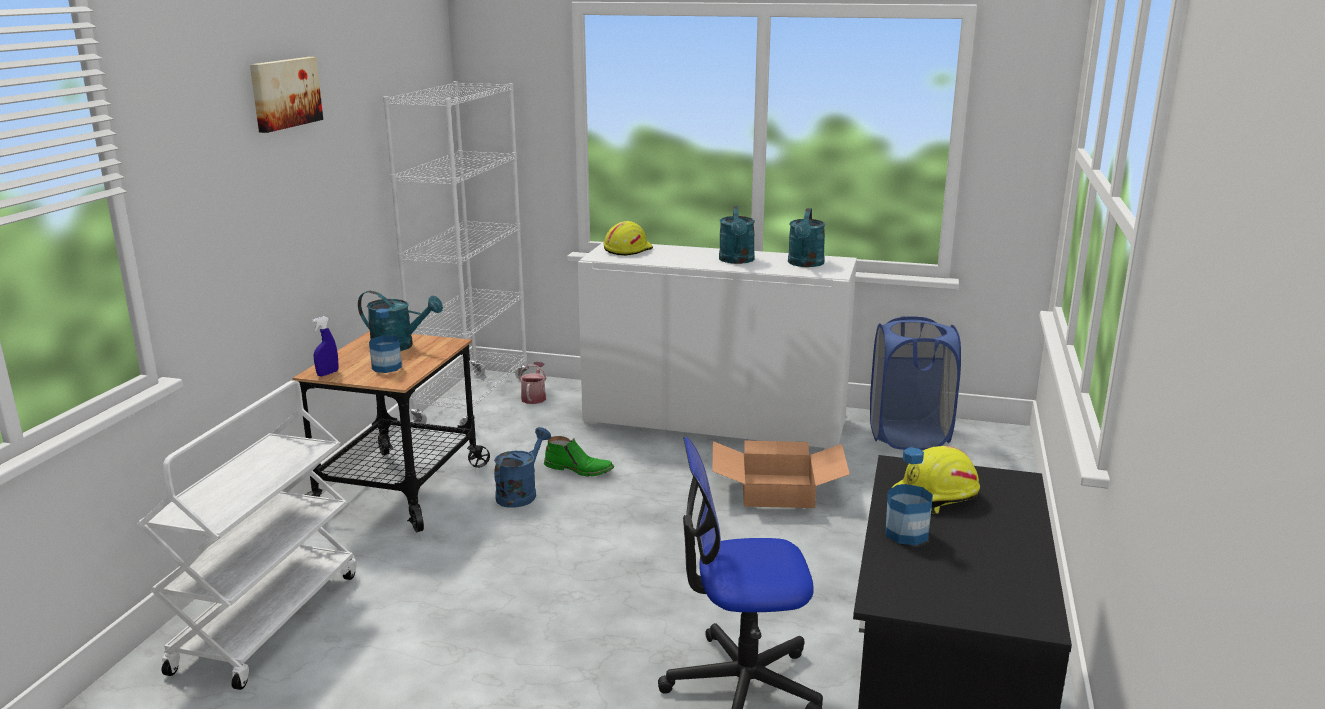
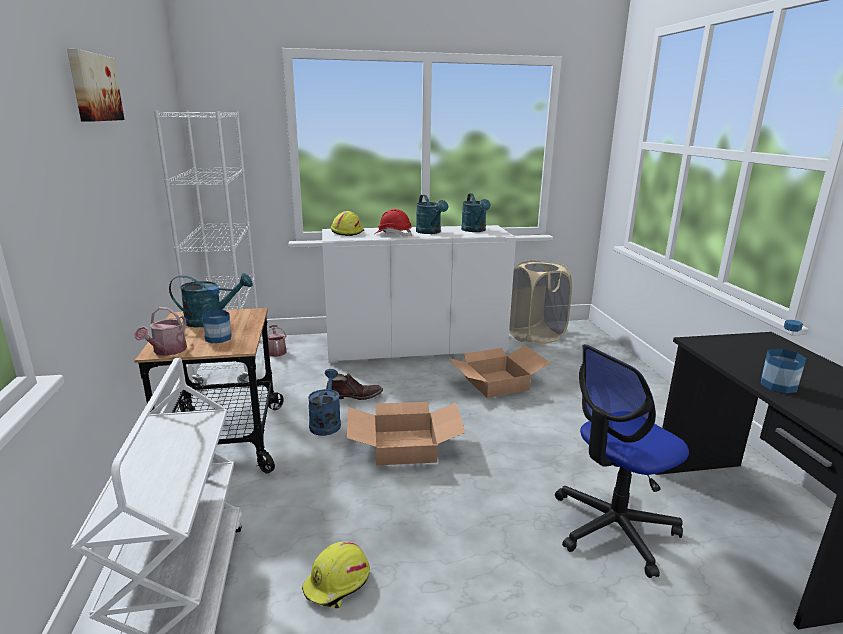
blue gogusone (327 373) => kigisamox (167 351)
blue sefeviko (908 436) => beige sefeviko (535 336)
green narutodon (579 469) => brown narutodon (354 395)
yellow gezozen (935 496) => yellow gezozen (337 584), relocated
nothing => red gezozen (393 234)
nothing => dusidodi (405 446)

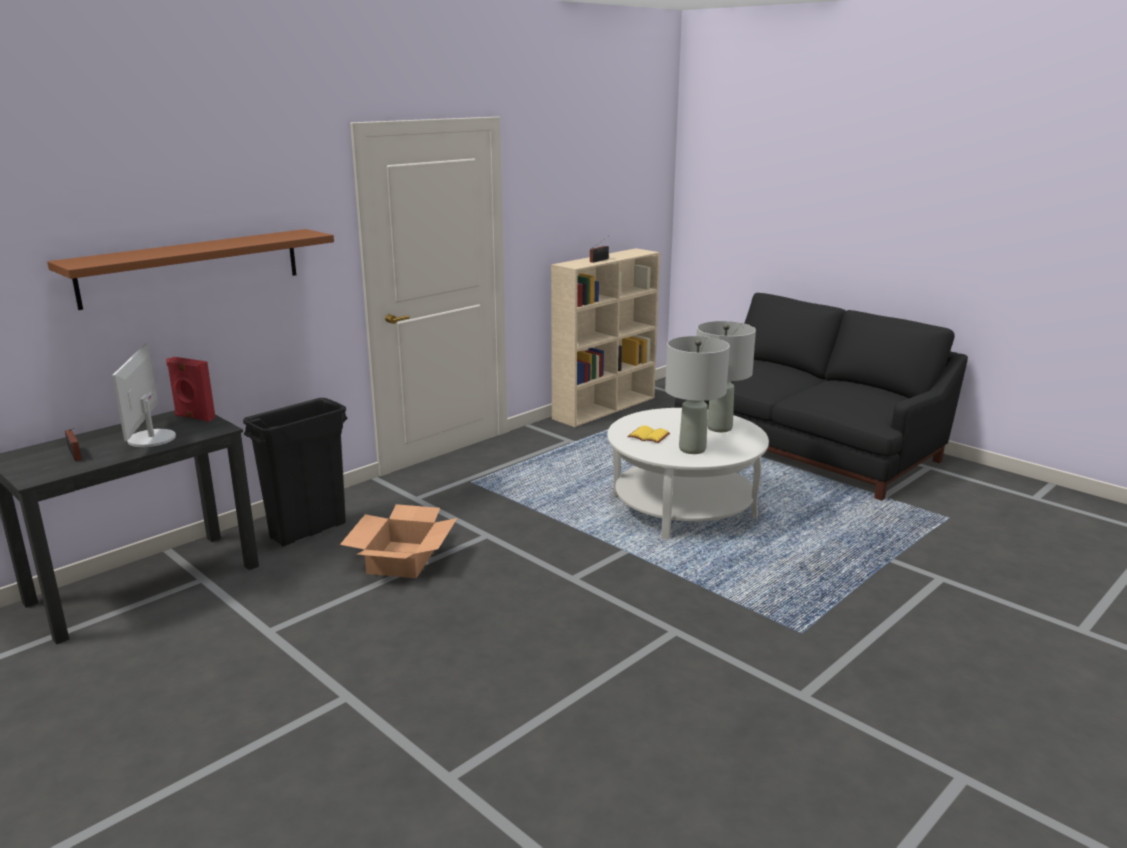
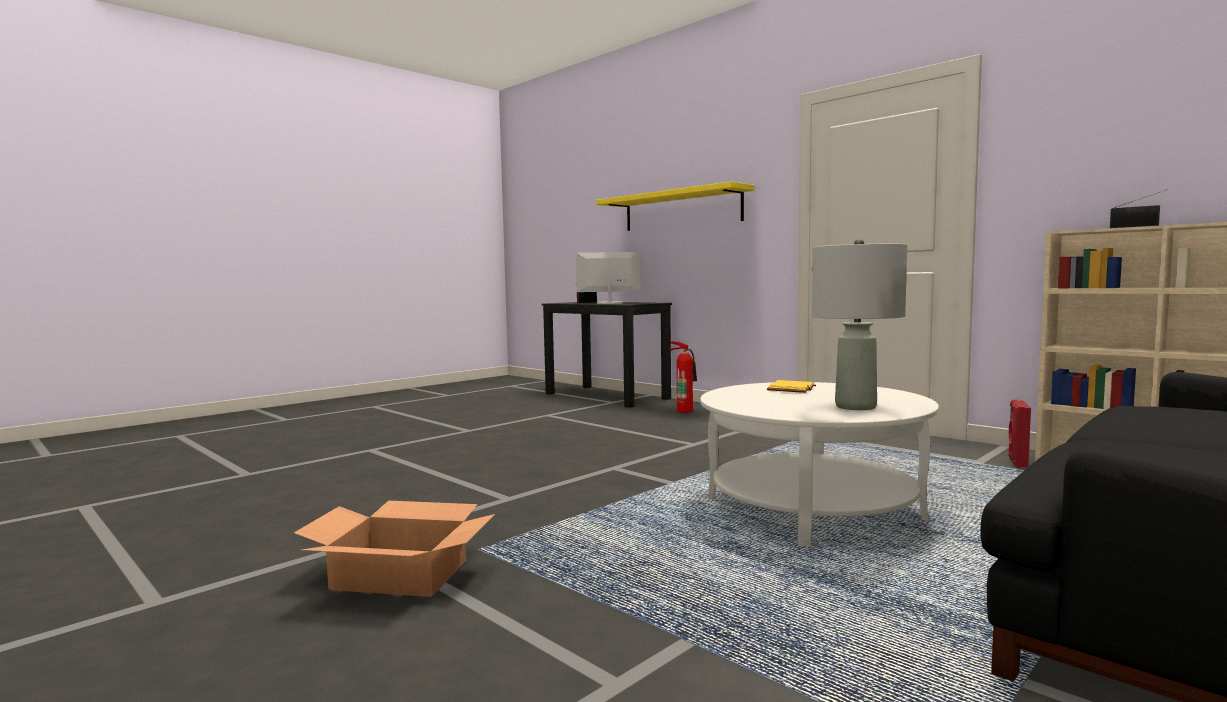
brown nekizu (192 267) => yellow nekizu (681 210)
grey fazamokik (692 449) => nothing
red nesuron (194 417) => red nesuron (1016 462), relocated
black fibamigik (309 530) => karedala (684 410)
dusidodi (402 559) => dusidodi (400 574), relocated

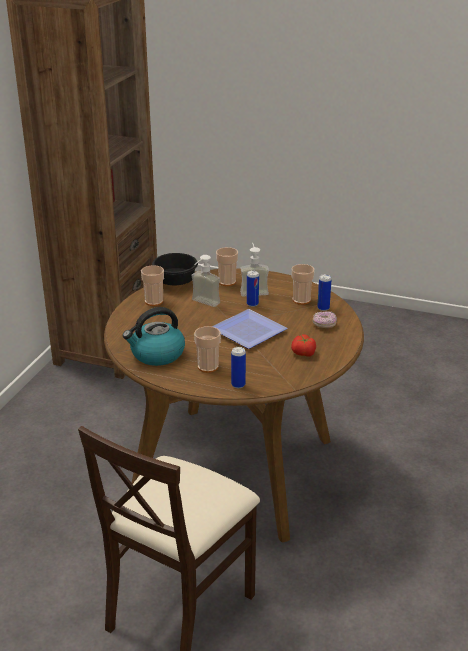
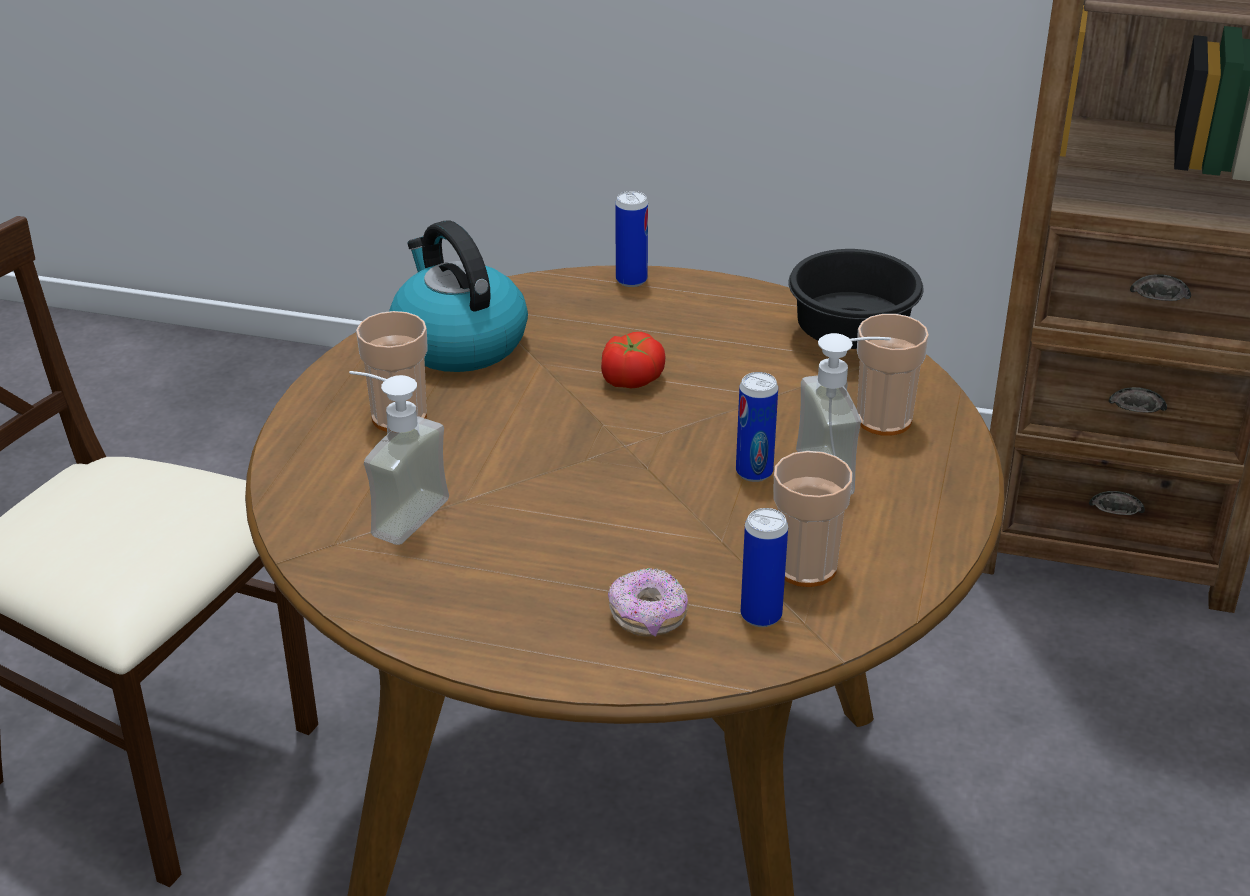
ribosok (202 304) => ribosok (395 512), relocated
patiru (154 301) => nothing
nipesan (248 330) => nothing
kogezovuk (303 353) => kogezovuk (630 379), relocated
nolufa (238 385) => nolufa (631 280), relocated

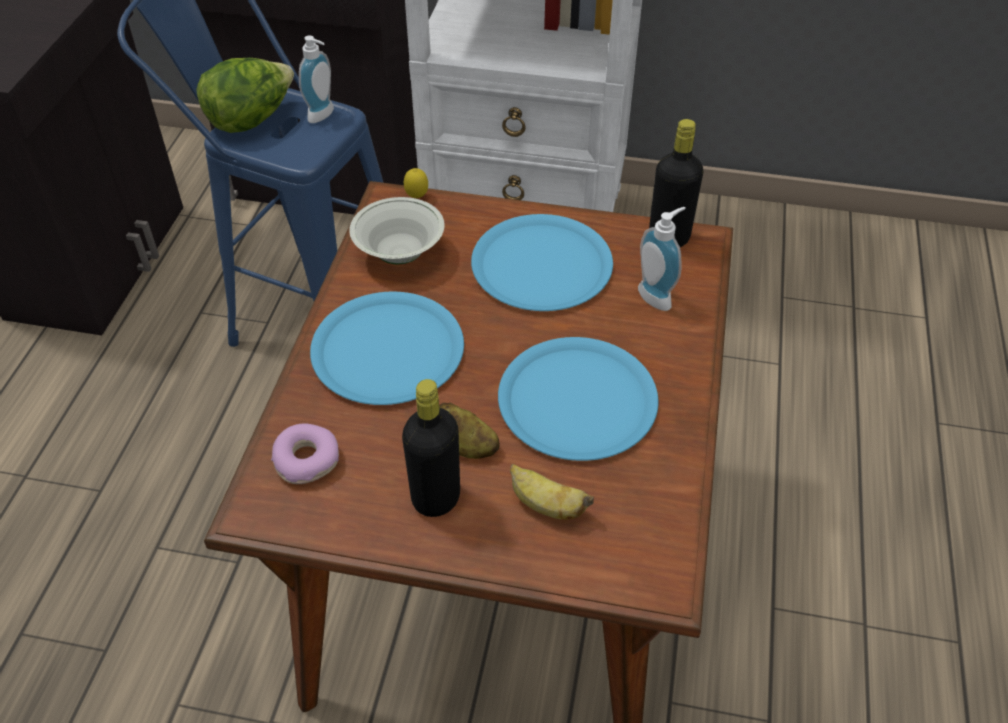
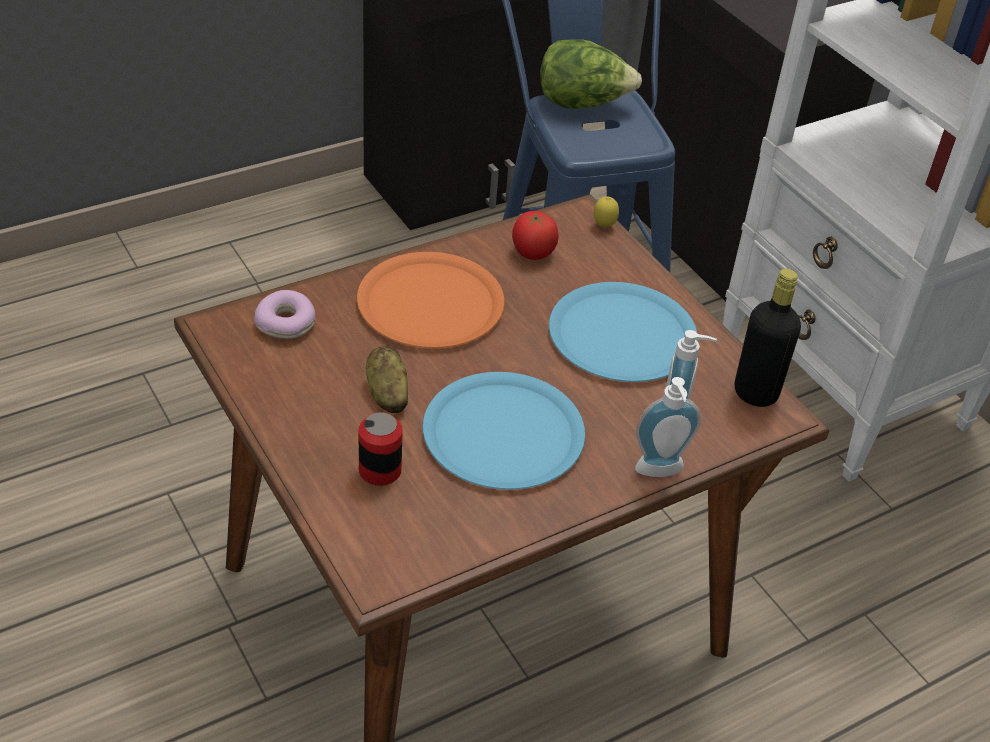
ribosok (324 116) => ribosok (660 472), relocated
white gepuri (400 254) => kogezovuk (532 253)
blue nipesan (387 349) => orange nipesan (430 303)
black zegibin (436 498) => nothing
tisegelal (546 505) => nolufa (380 471)

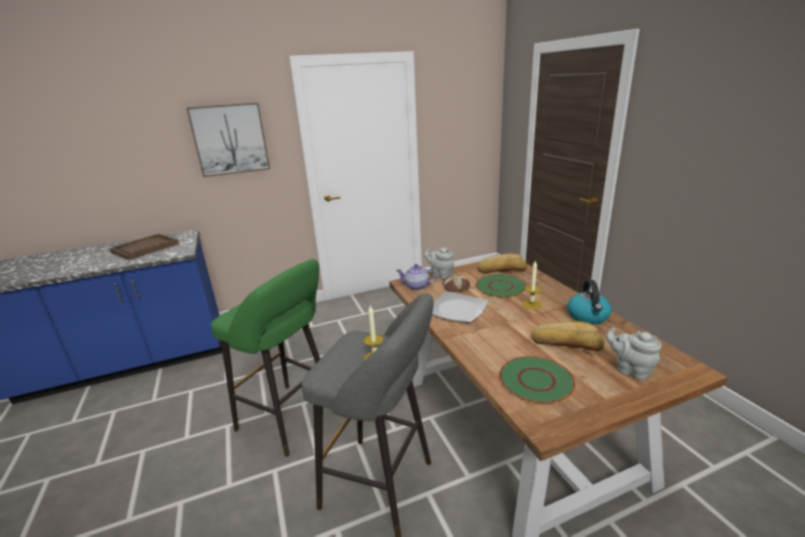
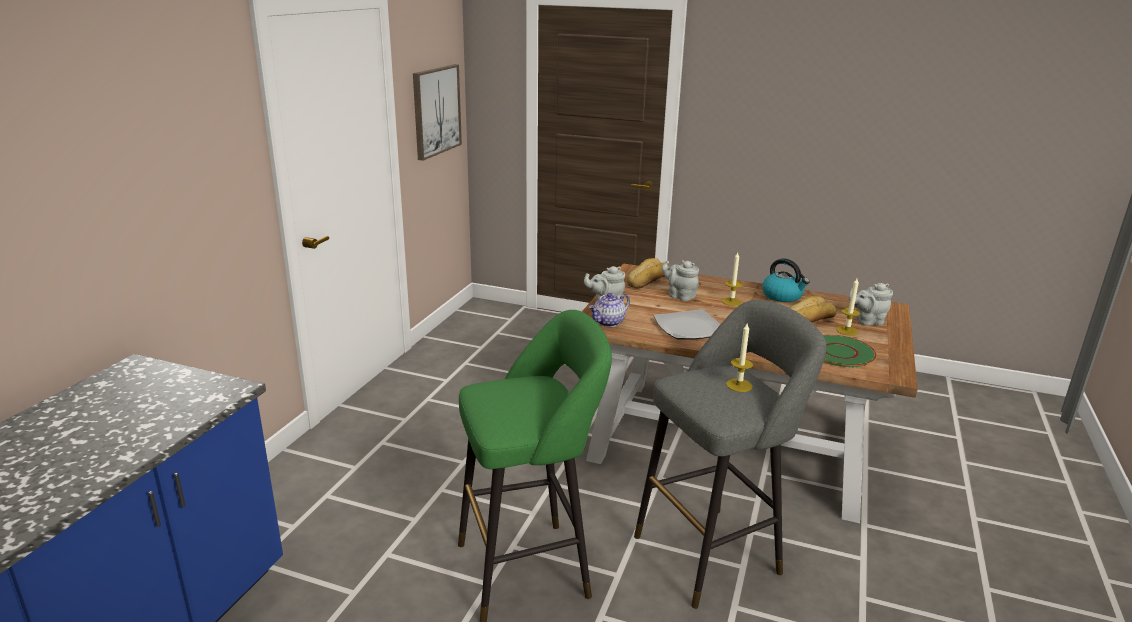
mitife (230 139) => mitife (436 111), relocated
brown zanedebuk (145 248) => nothing
green nipesan (500 287) => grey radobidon (680 296)
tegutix (456 287) => nothing
nothing => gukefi (847 330)

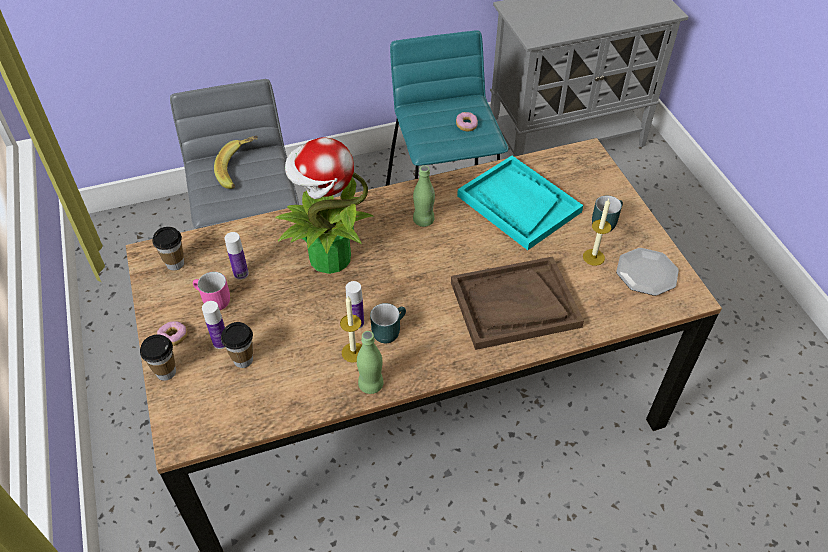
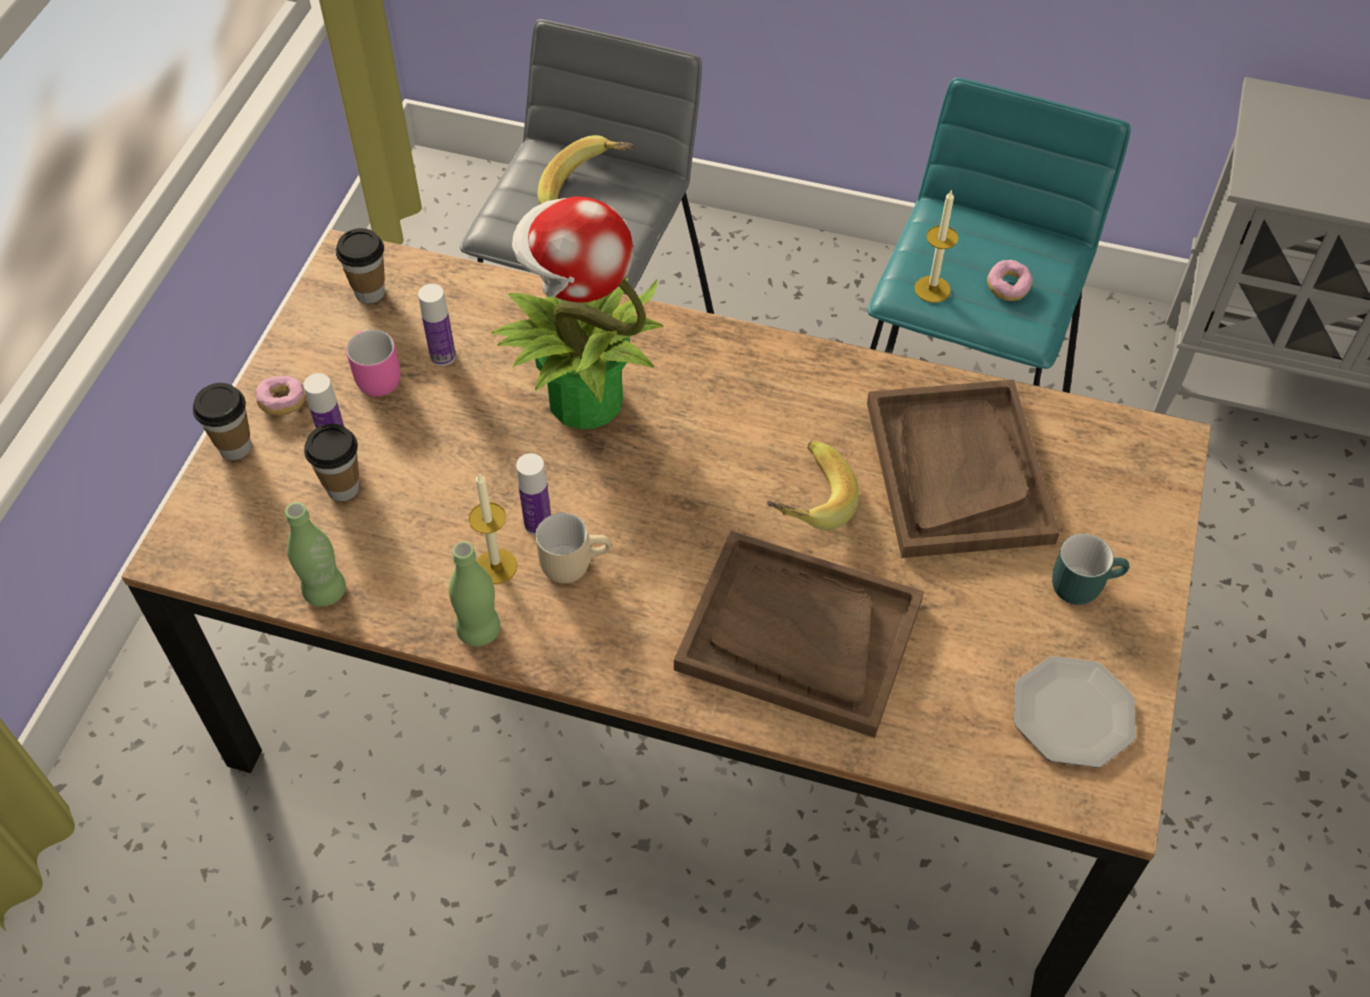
turquoise zanedebuk (518 204) => brown zanedebuk (957 471)
green zegibin (423 221) => green zegibin (325 591), relocated
gukefi (593 257) => gukefi (932 289), relocated
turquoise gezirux (388 329) => beige gezirux (573 561)
nothing => tisegelal (804 502)

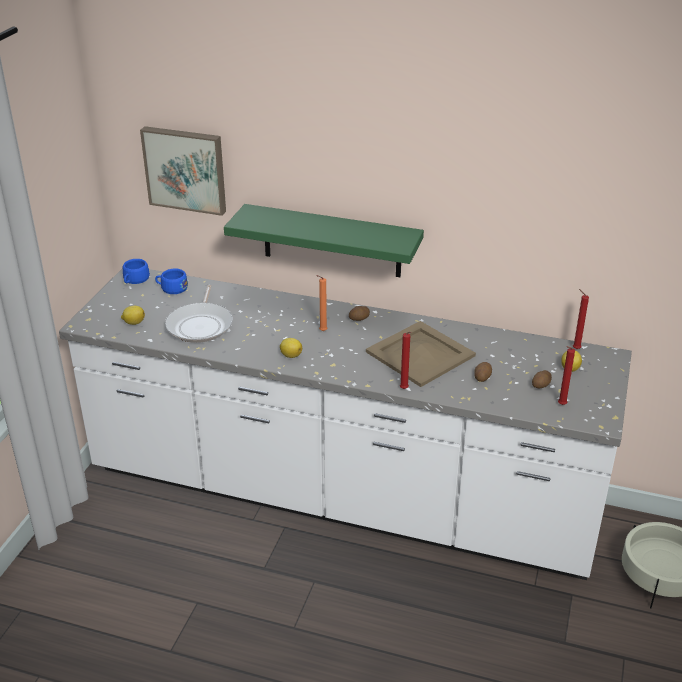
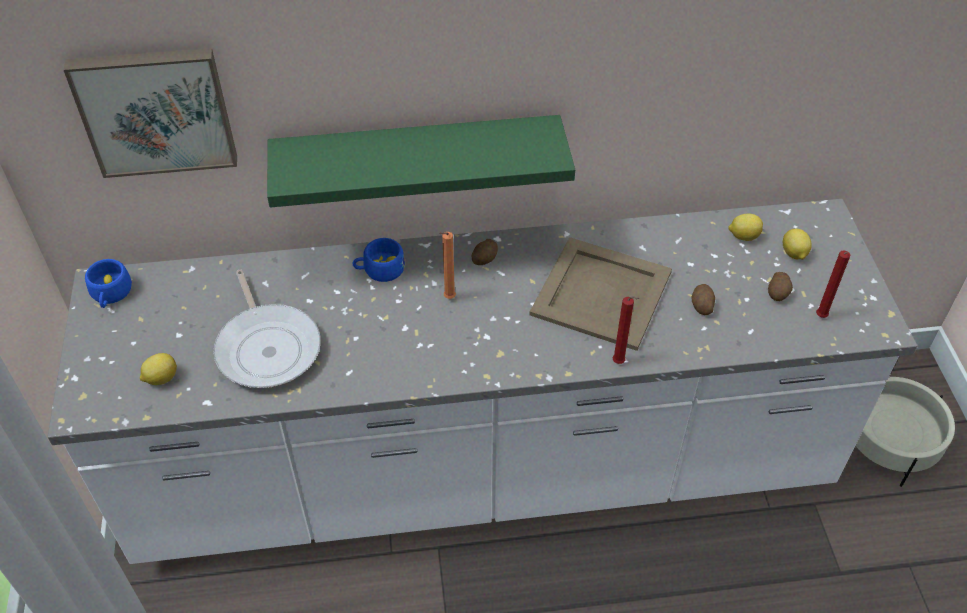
blue patiru (171 288) => blue patiru (379 269), relocated
red gukefi (575 348) => nothing
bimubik (290 355) => bimubik (743 236), relocated

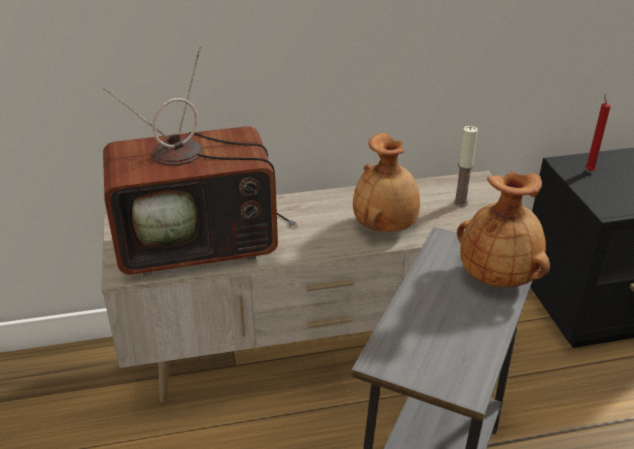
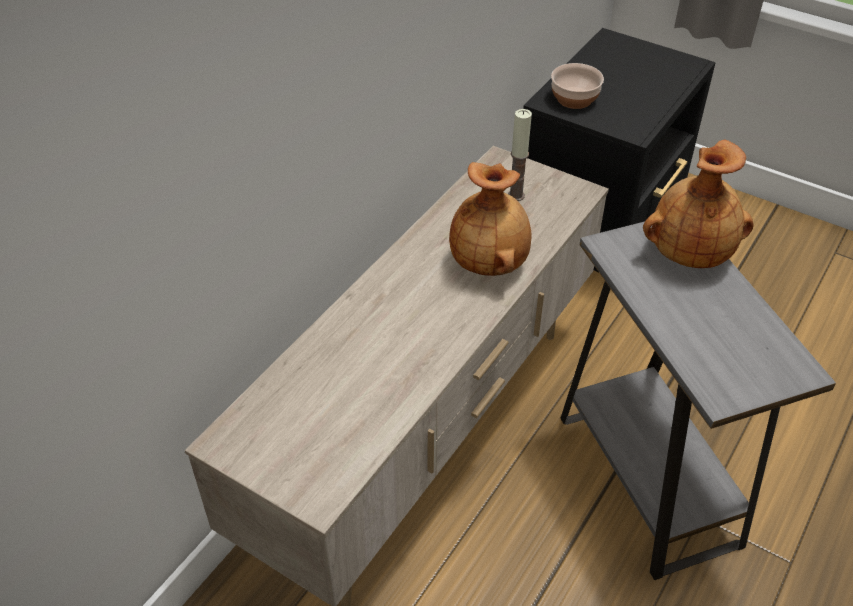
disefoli (201 242) => nothing
red gukefi (589 170) => gepuri (574 98)

